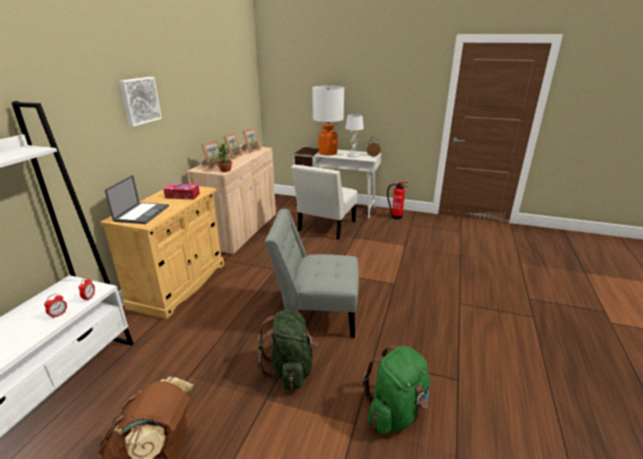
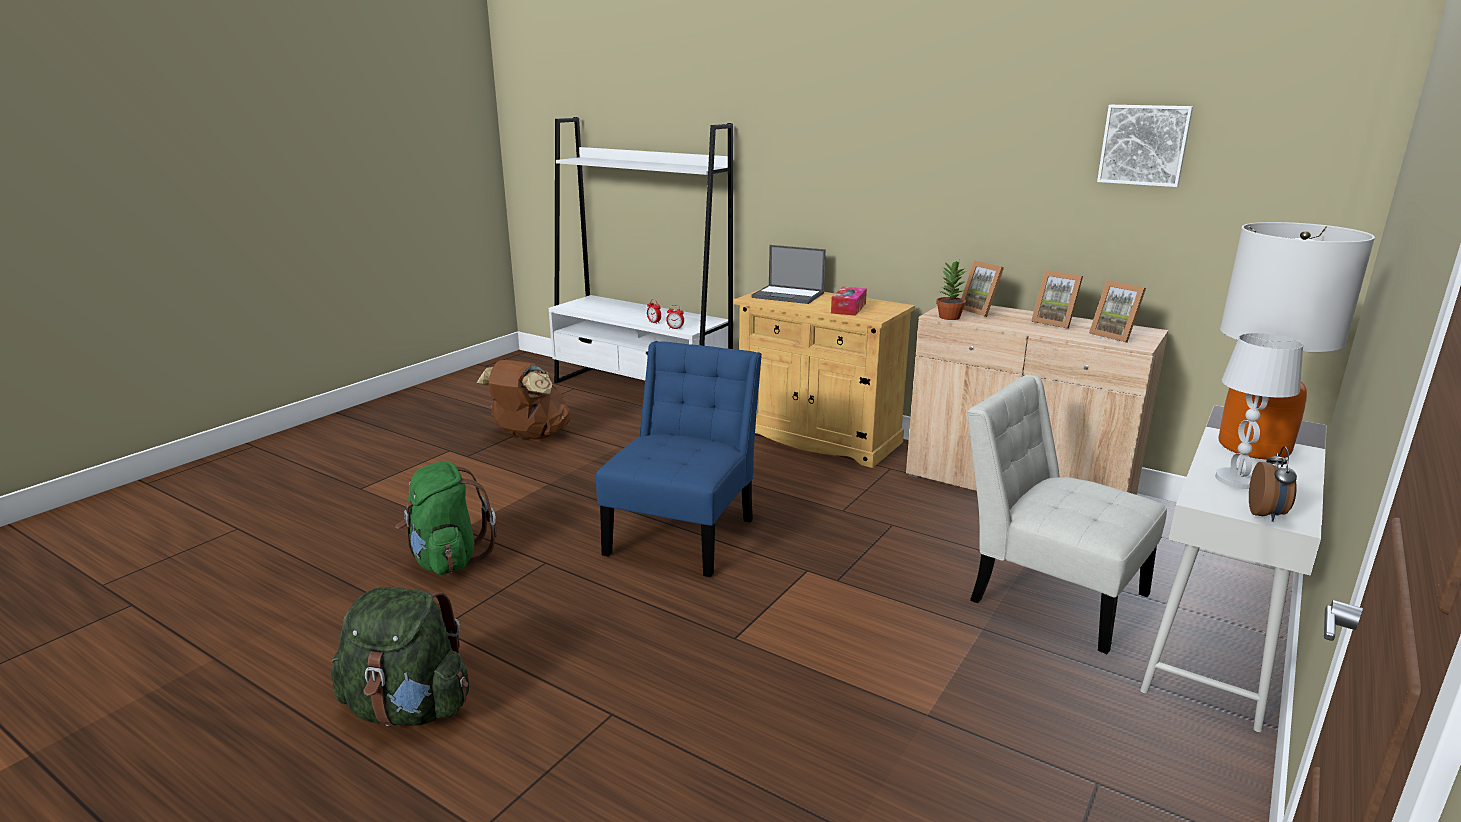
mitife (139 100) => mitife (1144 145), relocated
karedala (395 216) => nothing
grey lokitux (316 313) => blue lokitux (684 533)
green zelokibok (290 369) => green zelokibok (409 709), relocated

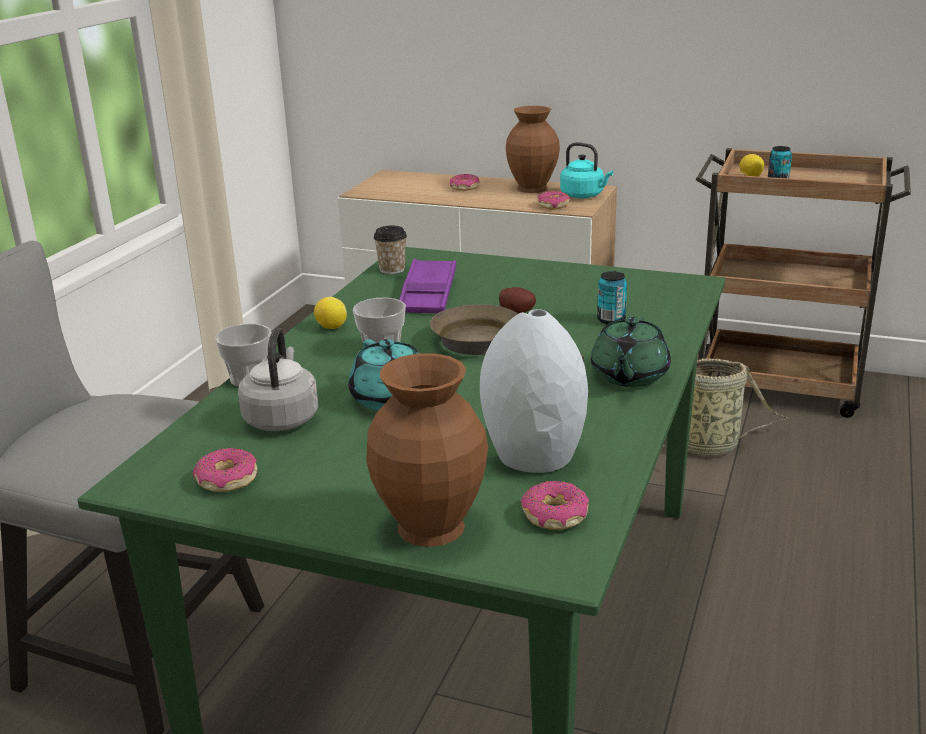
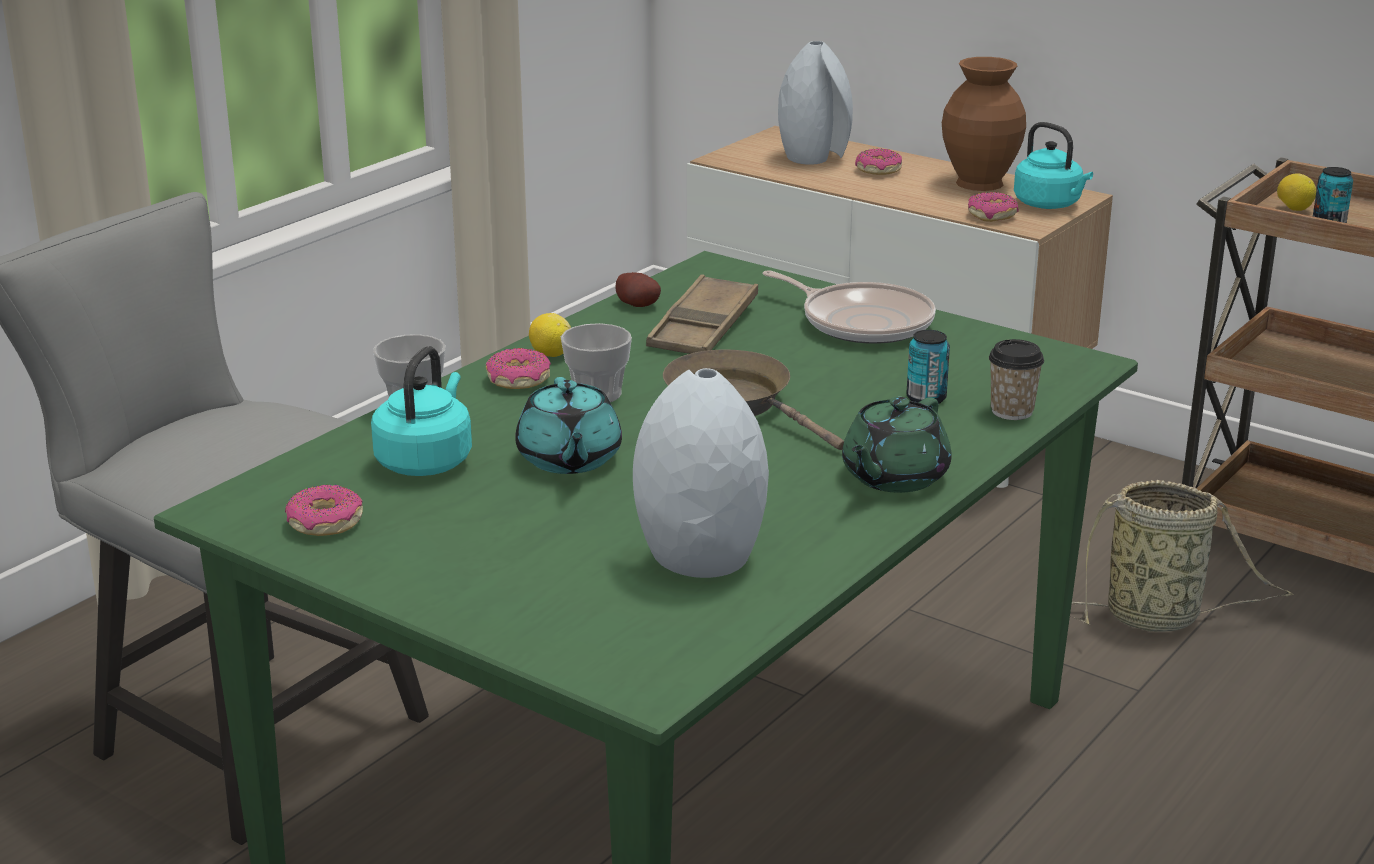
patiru (392 269) => patiru (1012 411), relocated
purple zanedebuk (428 294) => brown zanedebuk (703 327)
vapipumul (517 311) => vapipumul (638 304), relocated
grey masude (282 417) => turquoise masude (426 460)
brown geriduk (432 525) => nothing
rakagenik (554 516) => rakagenik (518 380), relocated
nothing => grey geriduk (815 157)
nothing => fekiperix (861 322)

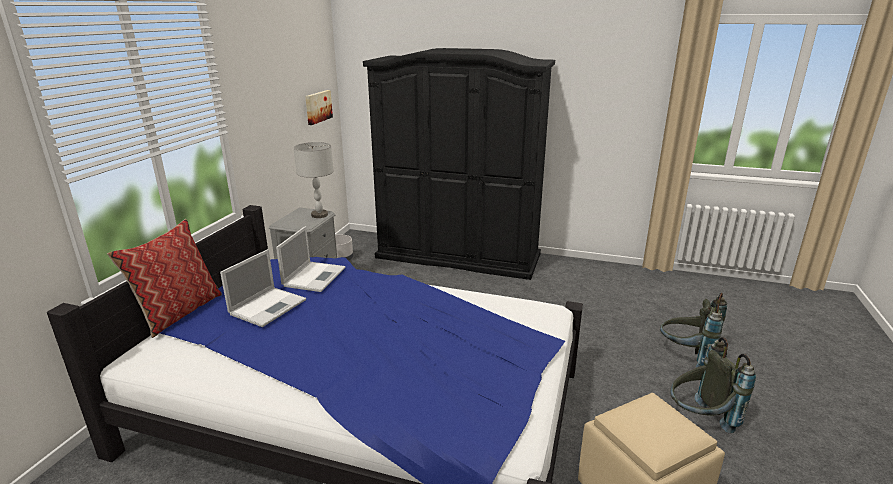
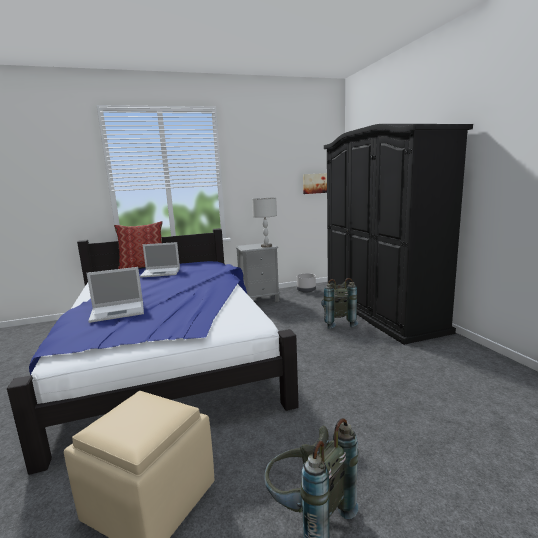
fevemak (314 276) => fevemak (119 311), relocated
grey zelokibok (686 357) => grey zelokibok (337 322), relocated

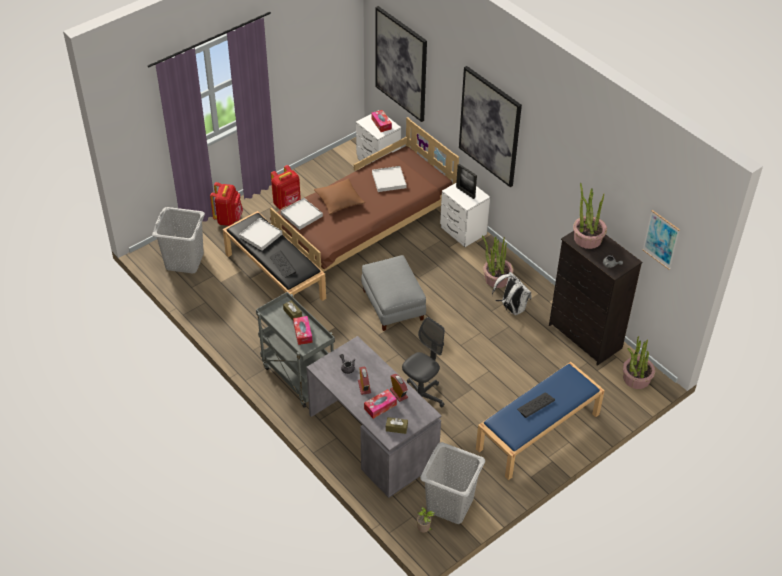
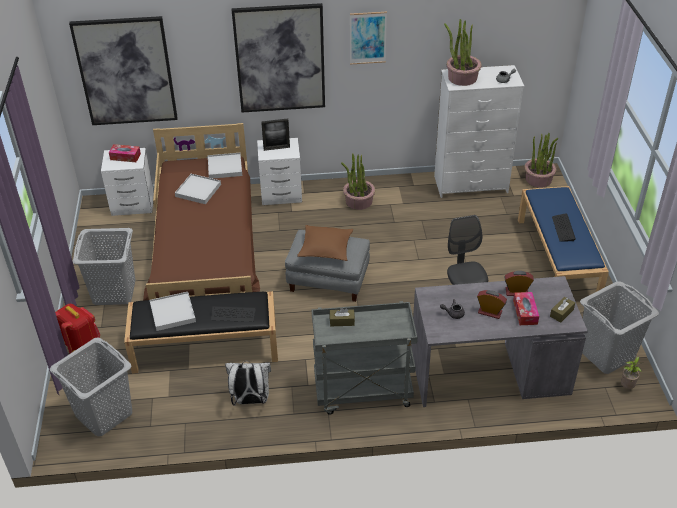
red zelokibok (287 204) => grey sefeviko (114 291)
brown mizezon (339 200) => brown mizezon (326 248), relocated
white zanedebuk (302 215) => white zanedebuk (225 167), relocated
mitife (661 239) => mitife (367 38), relocated
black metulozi (585 337) => white metulozi (471 185)
white zelokibok (511 308) => white zelokibok (250 400), relocated
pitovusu (303 333) => nothing

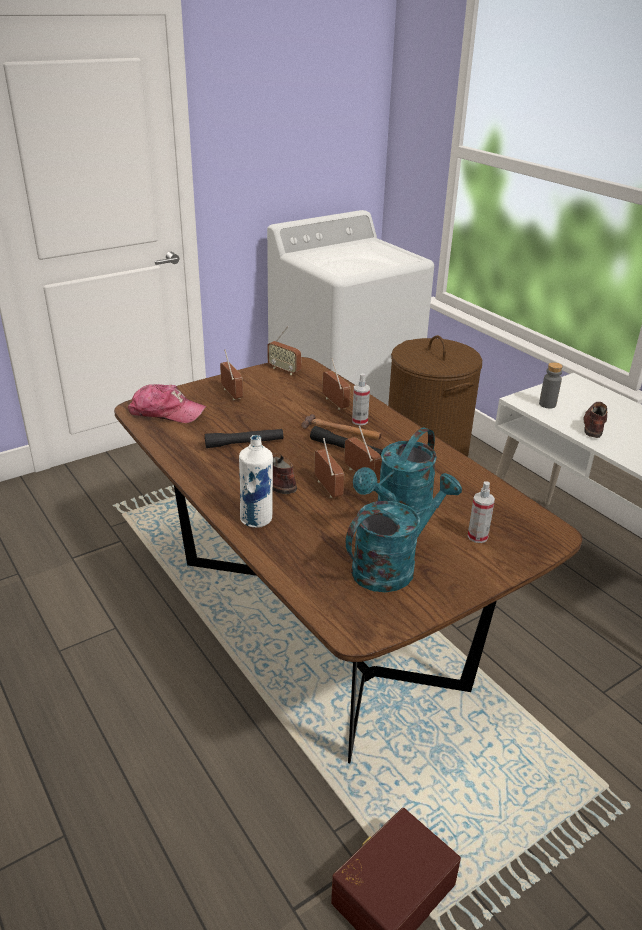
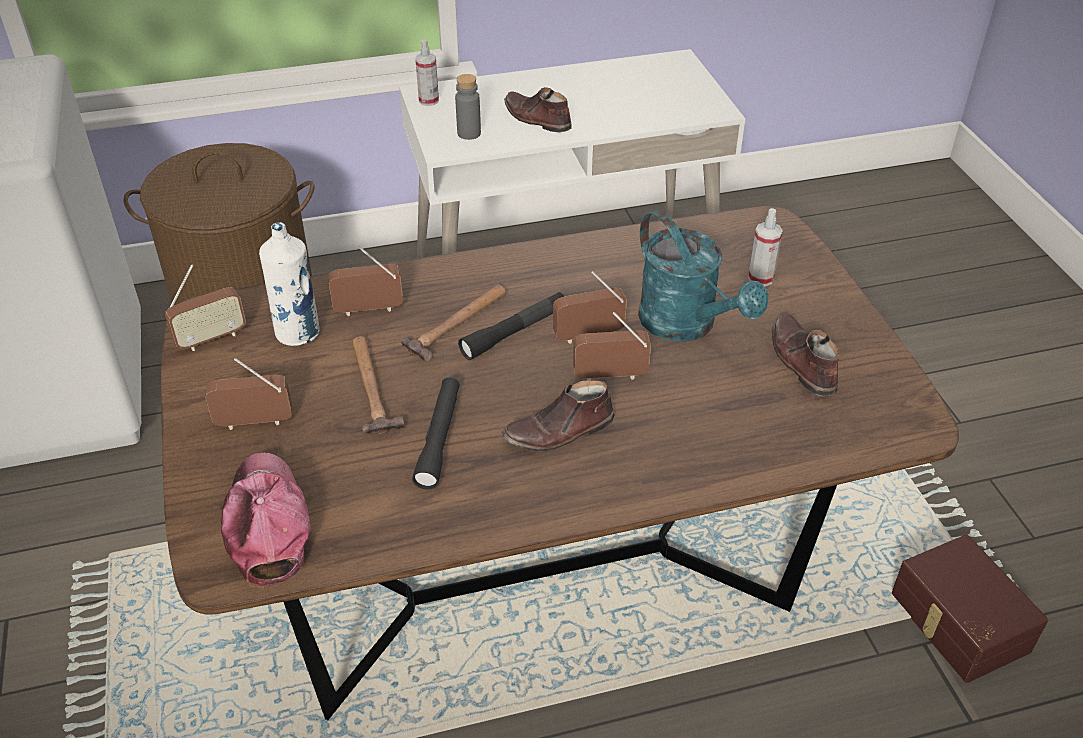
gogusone (359 421) => gogusone (428 101), relocated
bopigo (166 412) => bopigo (267 524), 45 degrees counterclockwise
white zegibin (257 519) => white zegibin (298 333), relocated
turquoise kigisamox (393 565) => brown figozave (801 362)
nothing => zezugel (372 387)

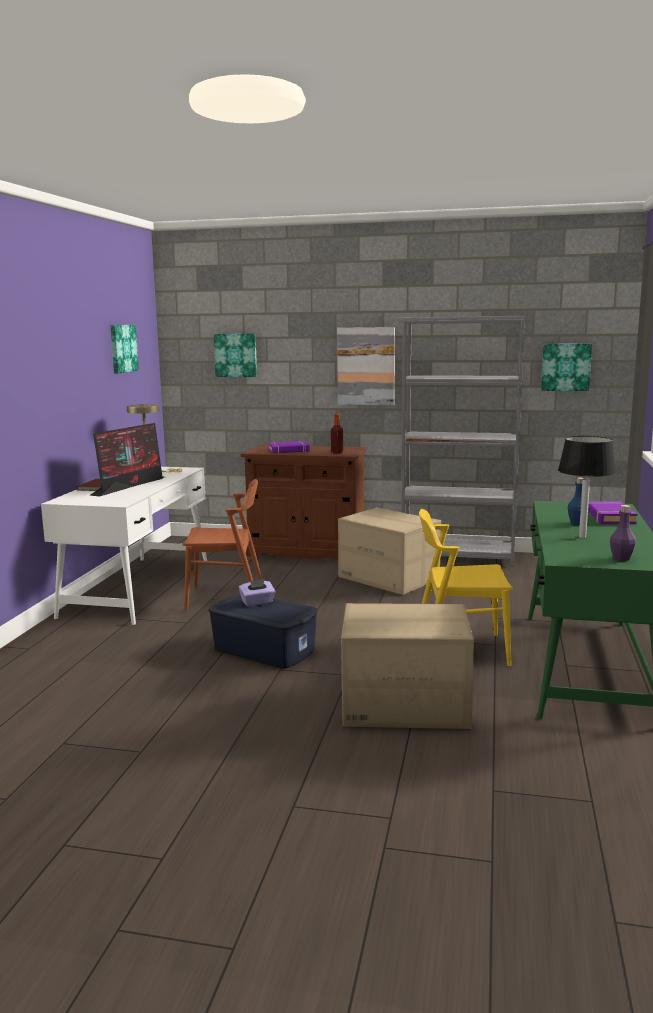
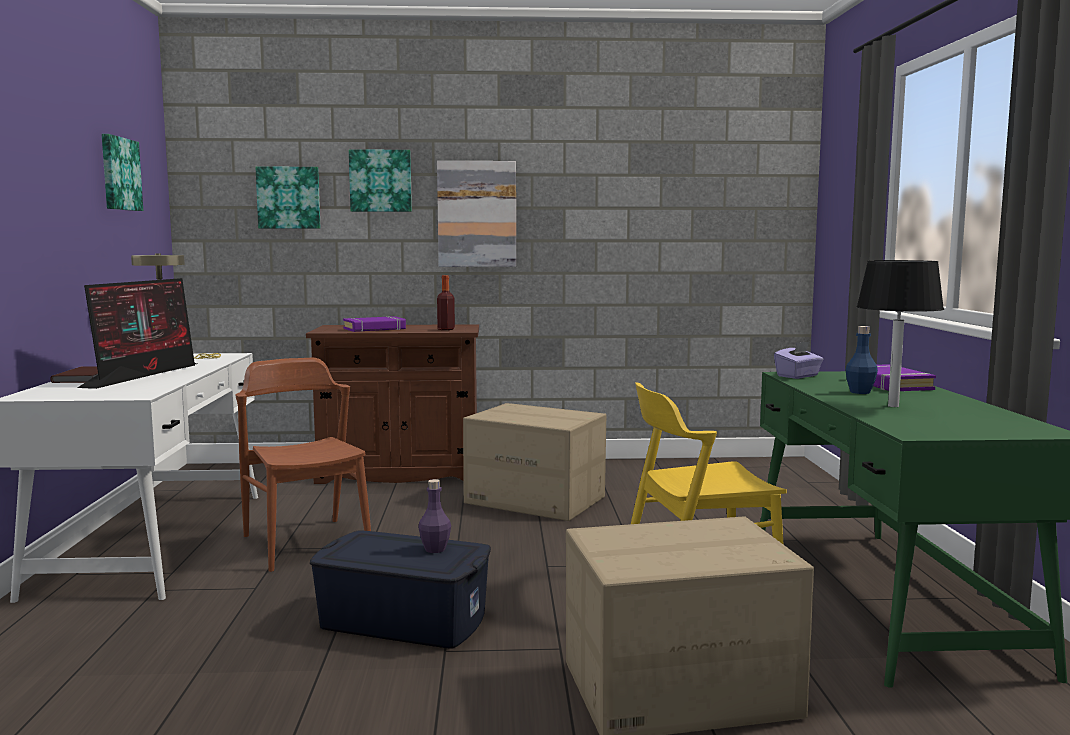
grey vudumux (457 557) => nothing
mitife (565 367) => mitife (380 181), relocated
brown lokitux (226 597) => brown lokitux (306 543), 105 degrees counterclockwise
purple zegibin (621 558) => purple zegibin (435 549), relocated
purple pitovusu (257 603) => purple pitovusu (798 376), relocated

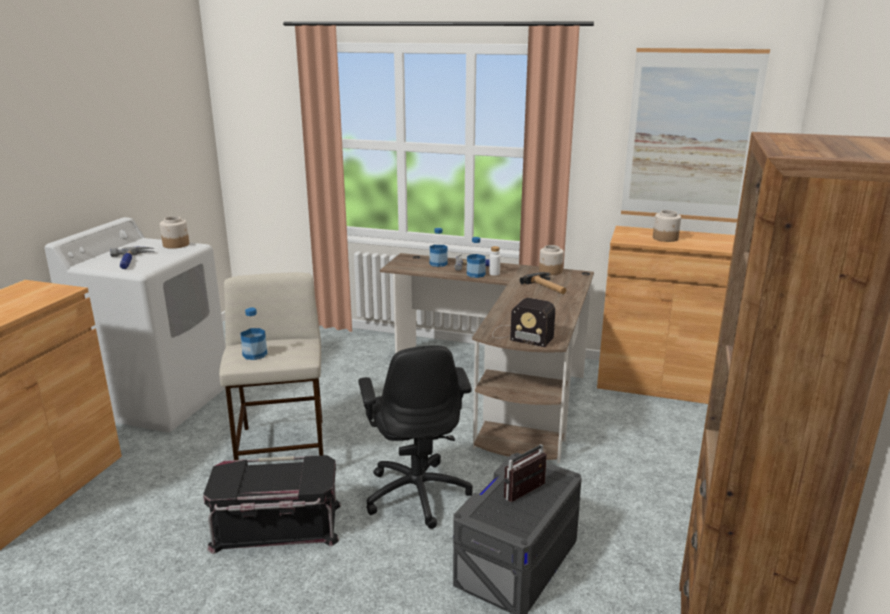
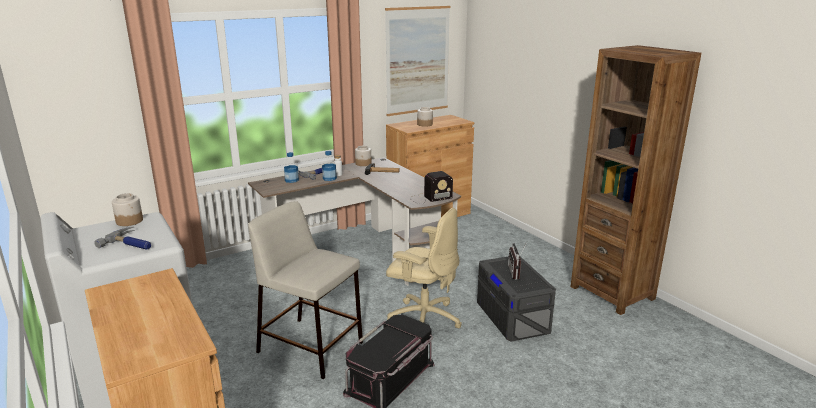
zegibin (255 354) => nothing
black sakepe (417 493) => beige sakepe (423 319)

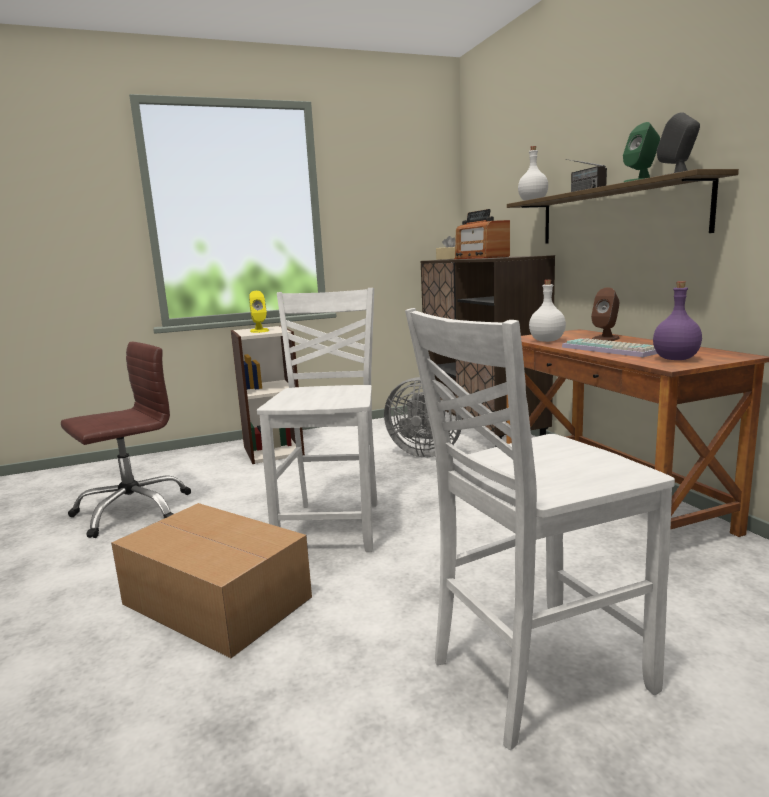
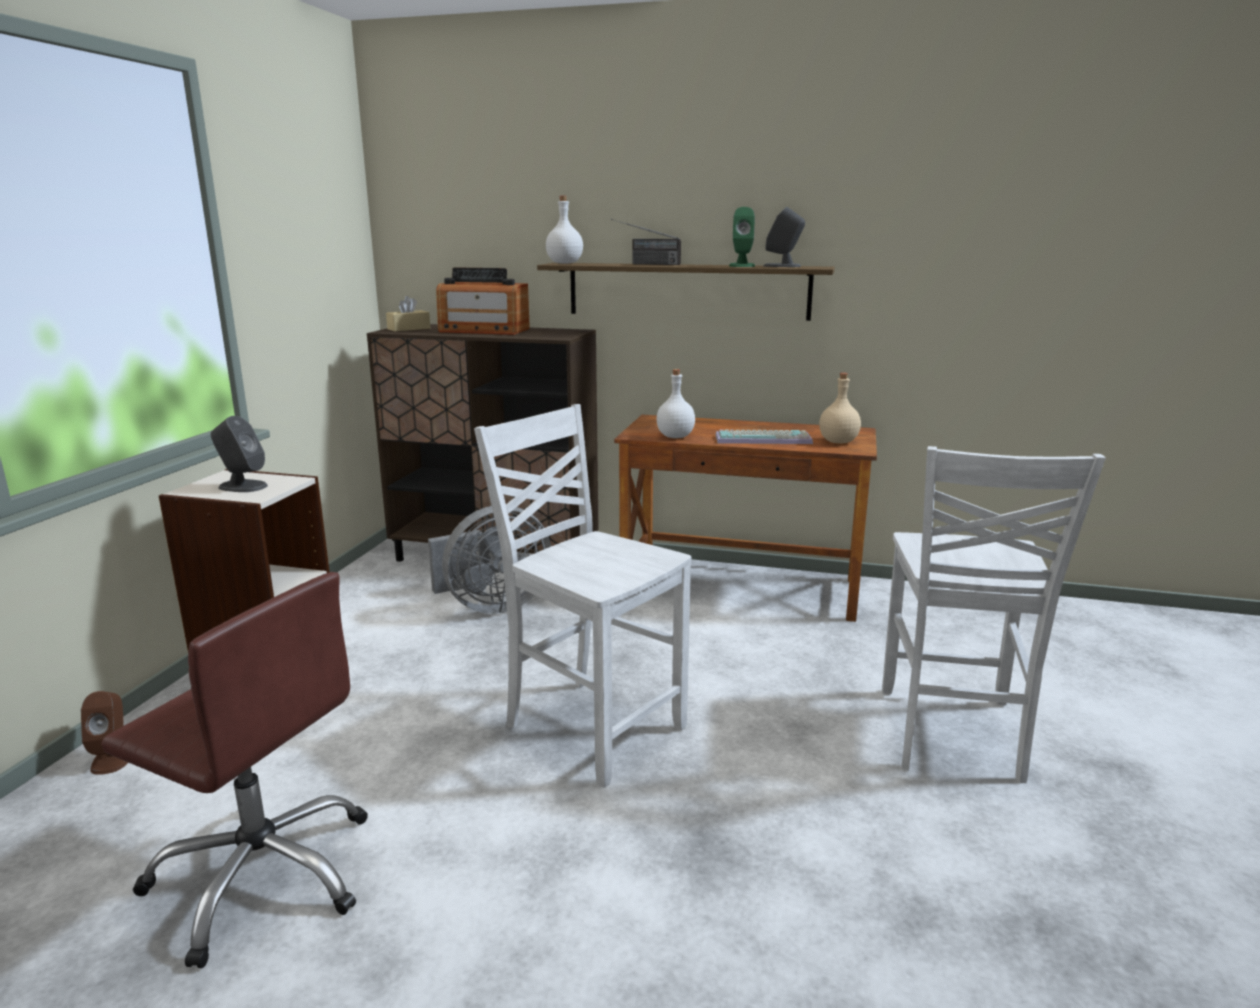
purple zegibin (676 359) => beige zegibin (838 441)
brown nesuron (605 339) => brown nesuron (113 758), relocated
yellow nesuron (259 331) => grey nesuron (242 486)
brown sakepe (132 510) => brown sakepe (264 874), 120 degrees clockwise
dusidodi (215 599) => nothing

